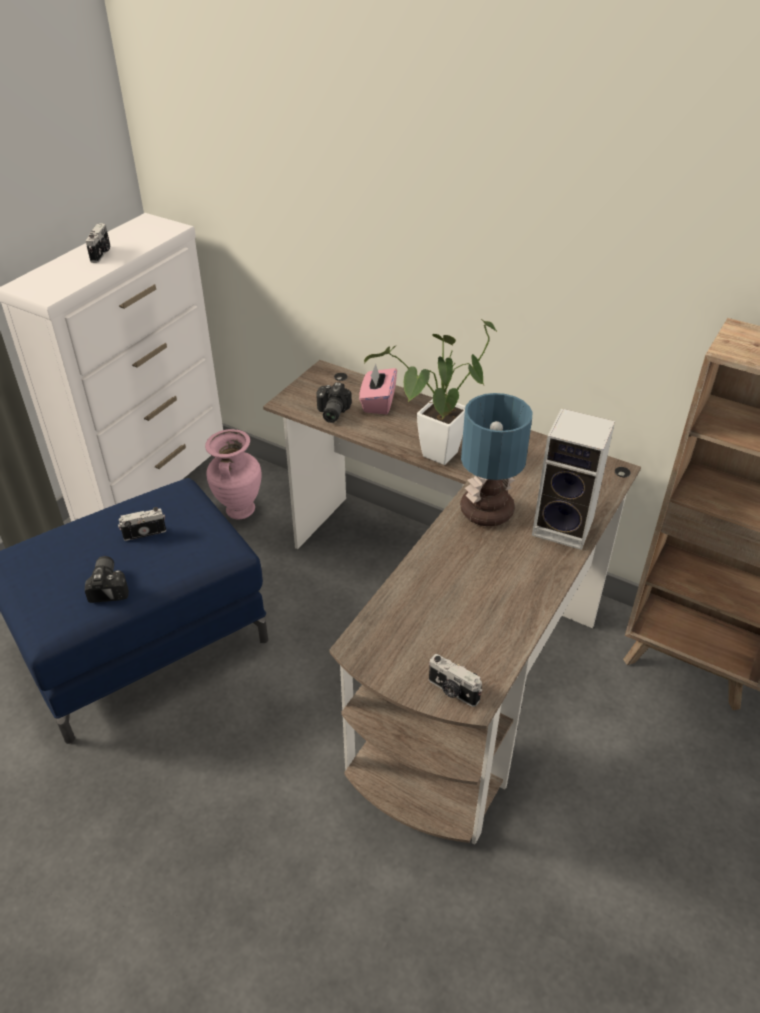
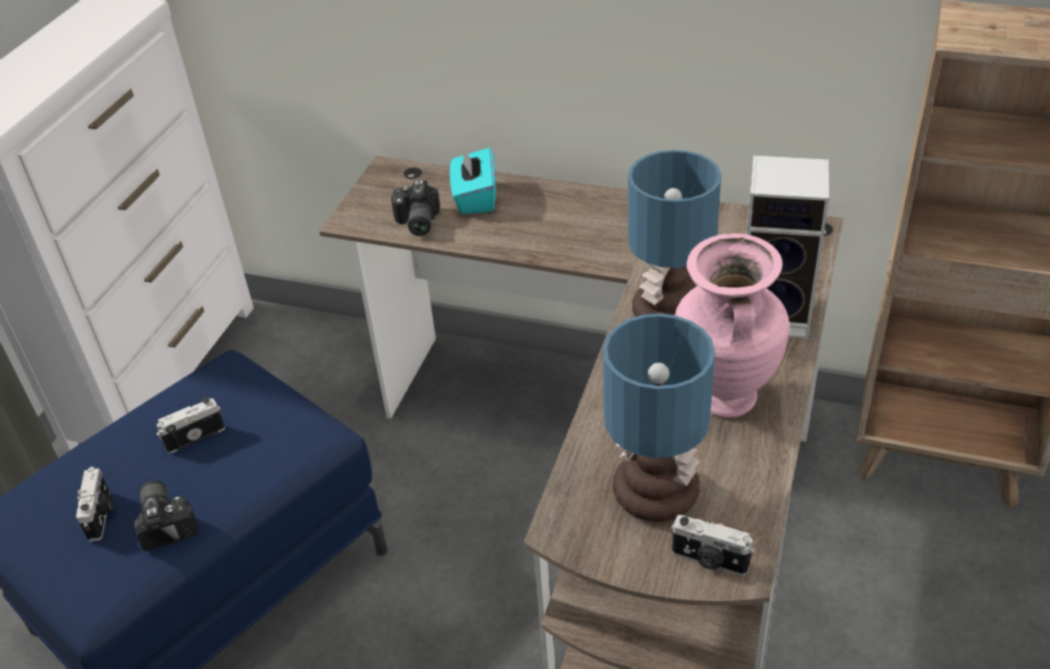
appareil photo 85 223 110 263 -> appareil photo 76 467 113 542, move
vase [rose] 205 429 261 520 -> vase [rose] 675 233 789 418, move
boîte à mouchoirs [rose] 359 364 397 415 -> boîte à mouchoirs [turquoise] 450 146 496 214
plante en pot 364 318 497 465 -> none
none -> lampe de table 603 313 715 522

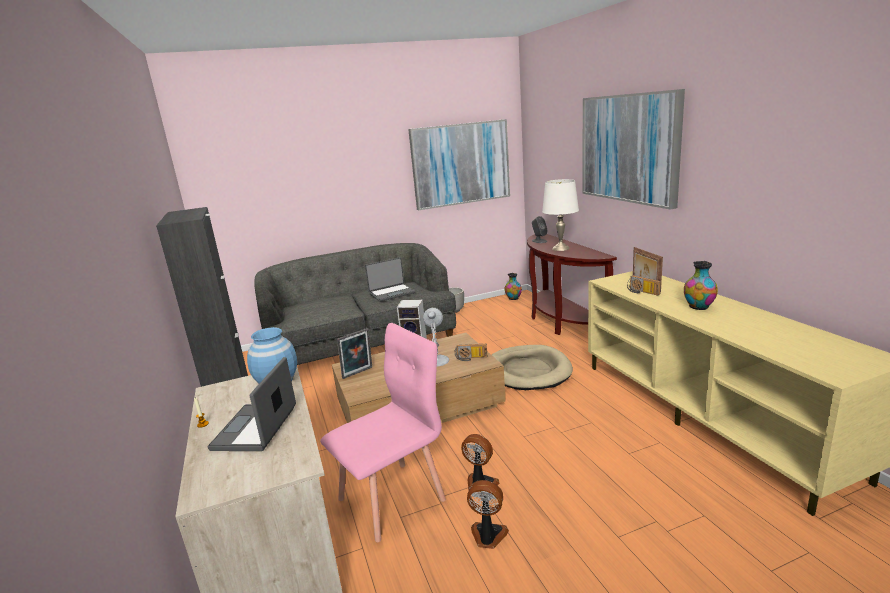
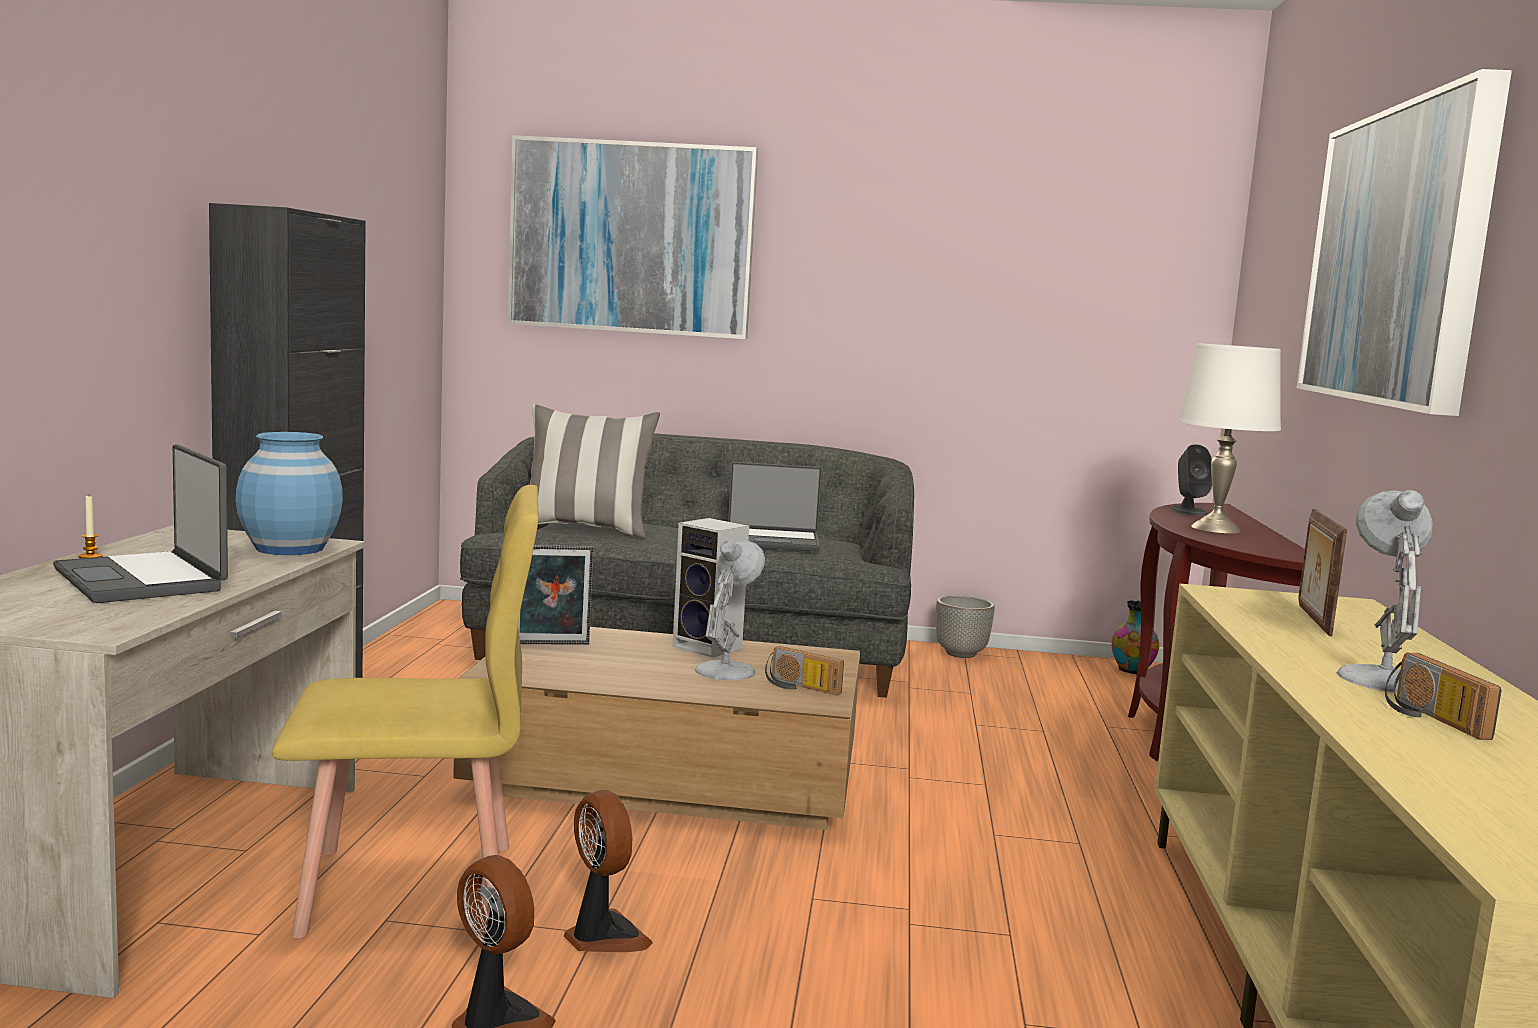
ordinateur portable 208 357 296 451 -> ordinateur portable 53 444 228 603, 75 degrees counterclockwise
chaise [rose] 320 323 446 542 -> chaise [jaune] 272 485 539 939
tableau 408 119 510 210 -> tableau 508 135 758 339, move
panier pour chien [beige] 492 345 573 390 -> none
radio 627 275 661 296 -> radio 1385 653 1502 740, move
vase 684 261 718 310 -> lampe de table [blanc] 1337 490 1433 693
none -> coussin 530 404 660 538

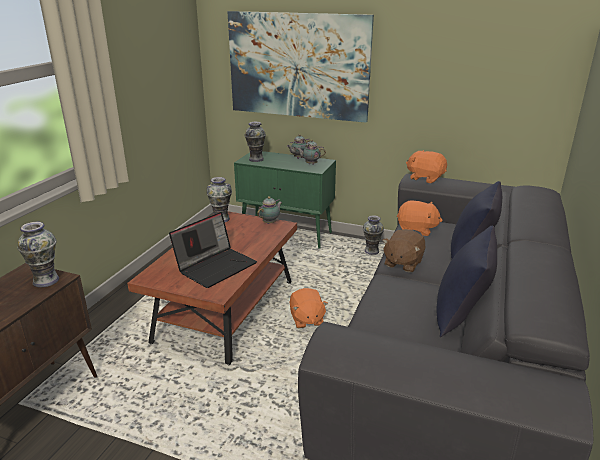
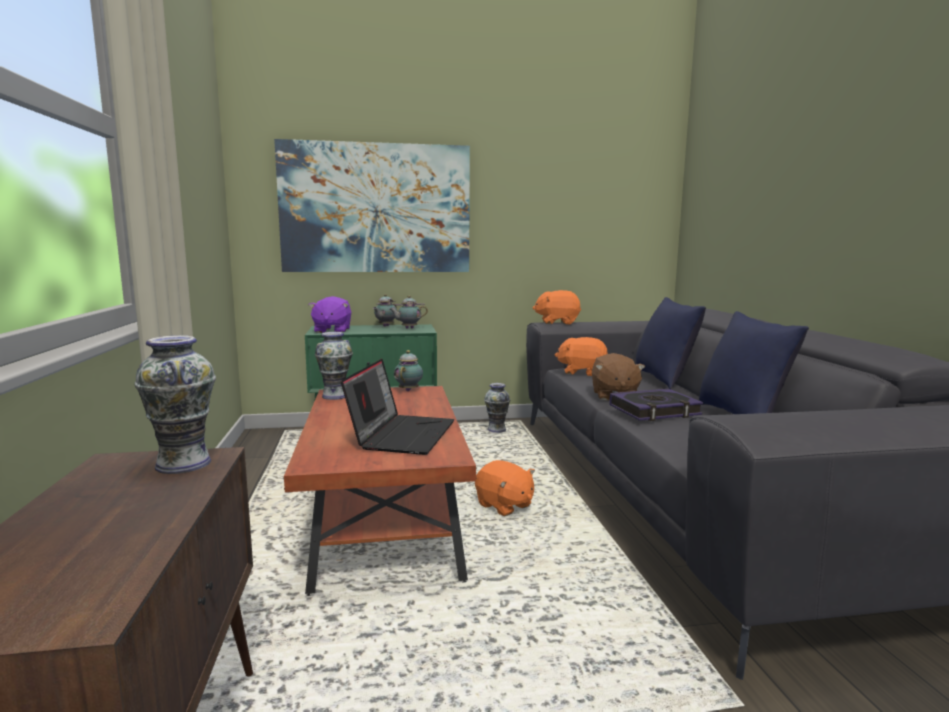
vase 244 122 266 162 -> peluche [violet] 309 296 351 333
peluche [orange] 397 201 443 236 -> peluche [orange] 555 337 608 376, 150 degrees counterclockwise
none -> livre 609 389 703 421

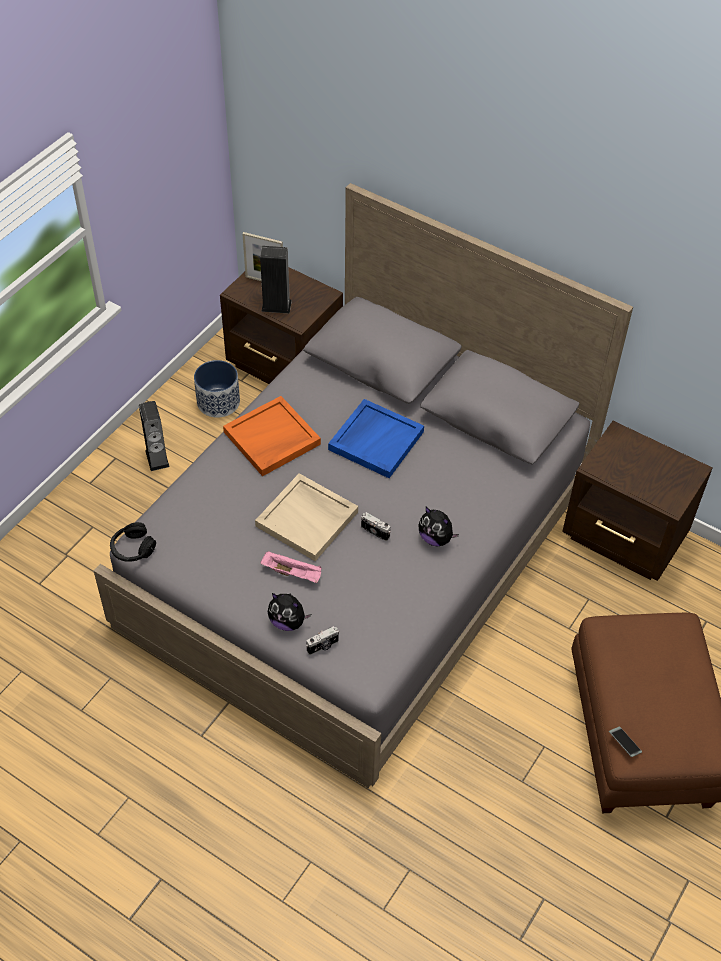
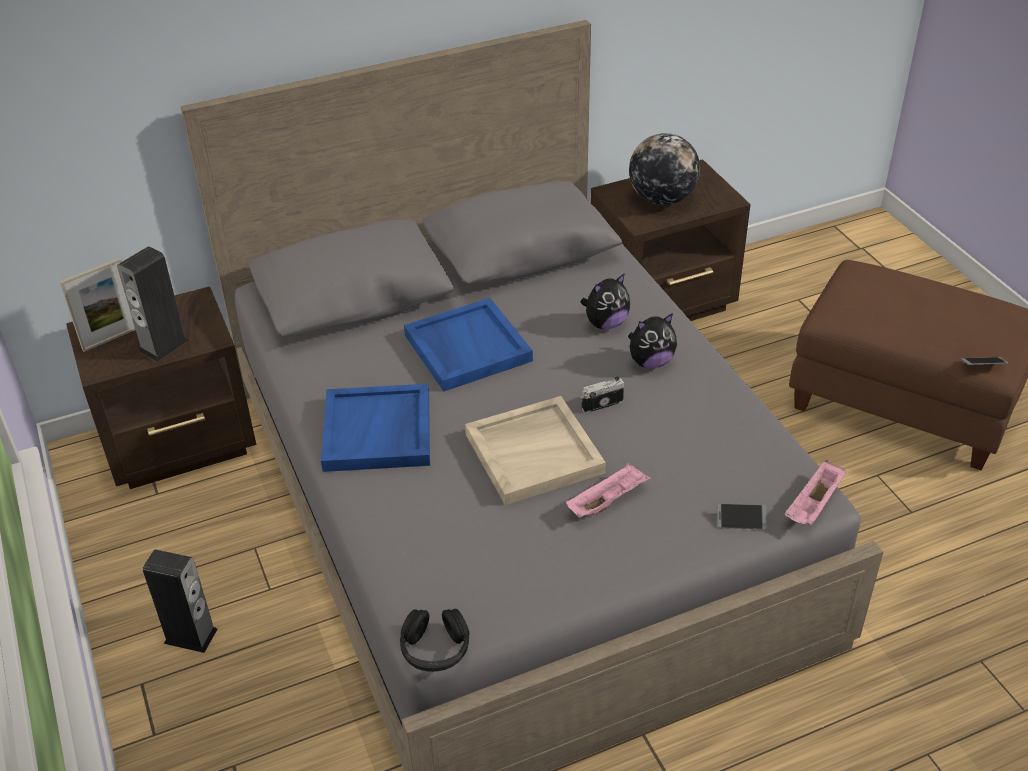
cache-pot 194 360 240 418 -> none
plateau [orange] 223 396 321 476 -> plateau [bleu] 321 384 430 472
peluche 268 593 311 631 -> peluche 580 273 630 329, move
appareil photo 306 626 339 655 -> téléphone 718 504 767 530
none -> globe 629 133 700 205
none -> plateau [rose] 785 460 846 525

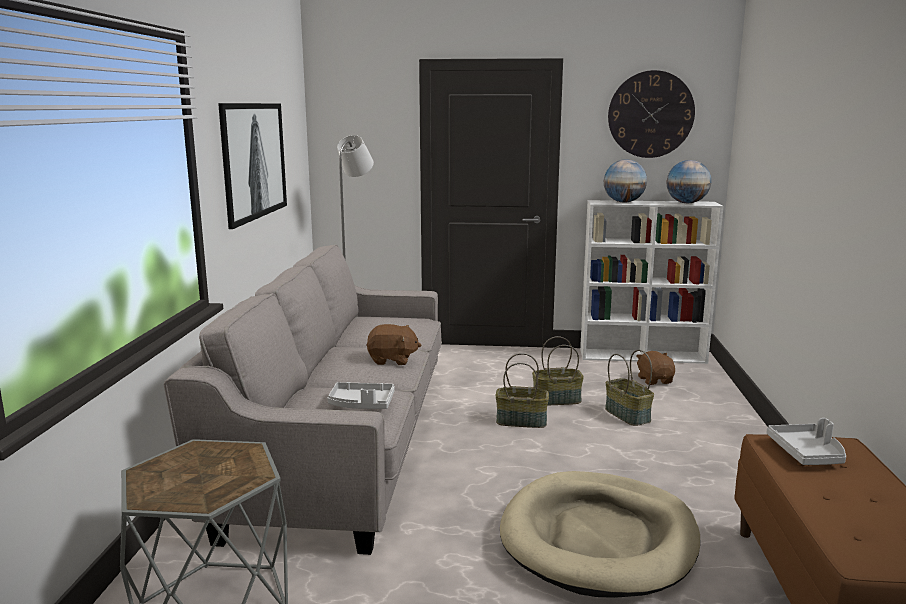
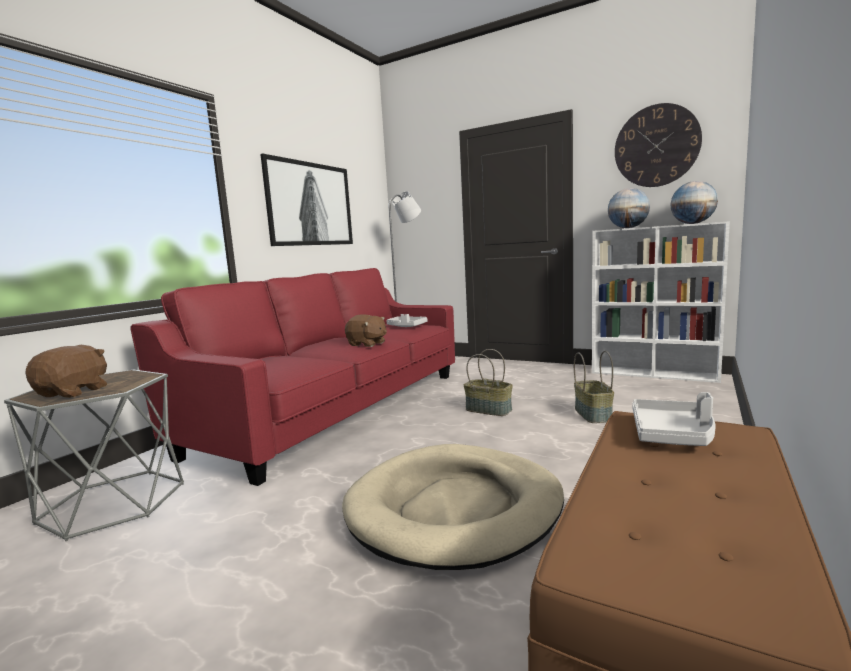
canapé [gris] 164 244 442 555 -> canapé [rouge] 130 268 455 486
plateau [gris] 328 382 395 409 -> plateau [gris] 387 314 428 327, move
panier 532 336 584 406 -> none
peluche [marron] 636 351 675 385 -> peluche [marron] 25 345 107 398, move

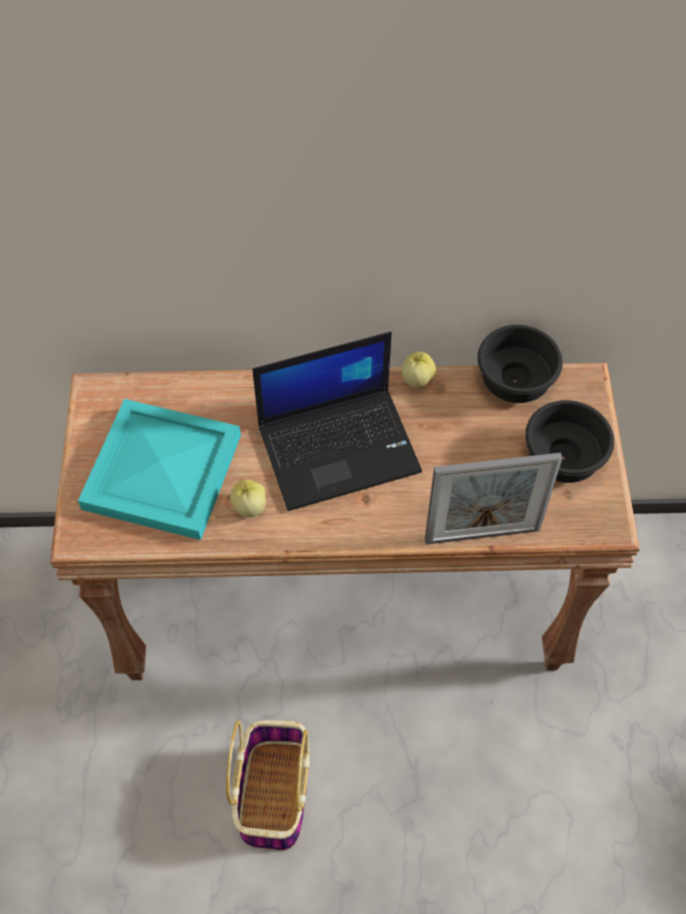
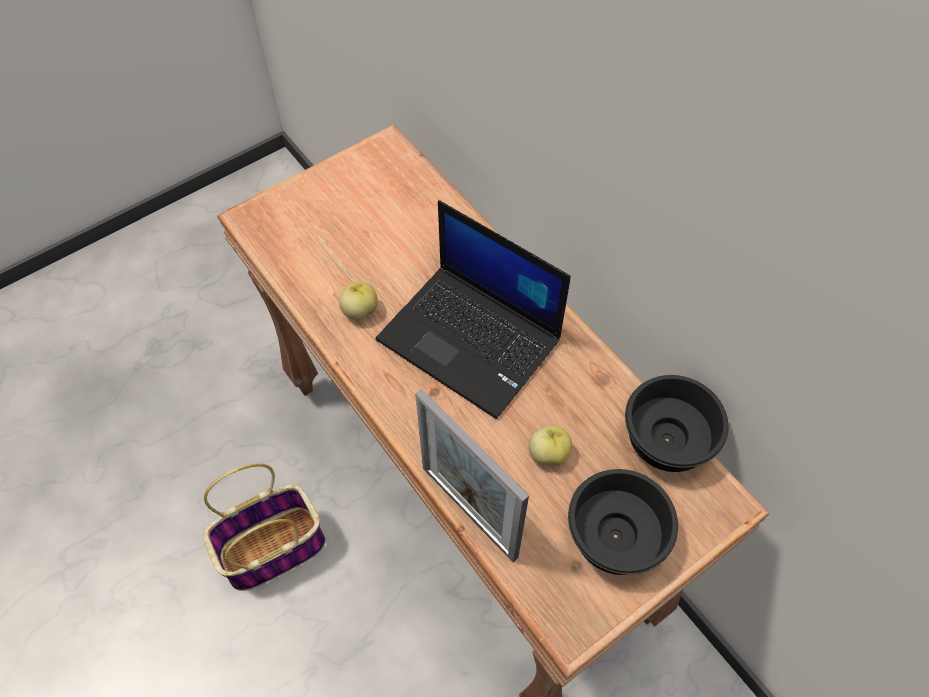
plateau [turquoise] 78 399 241 540 -> none
pomme 401 352 436 388 -> pomme 529 425 572 466, move

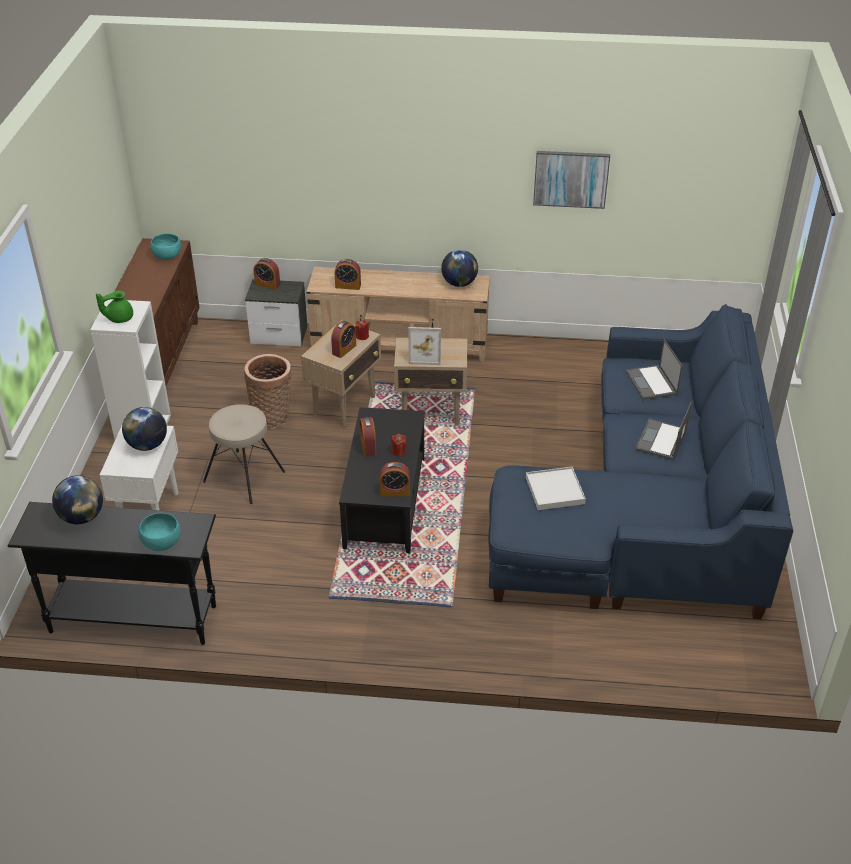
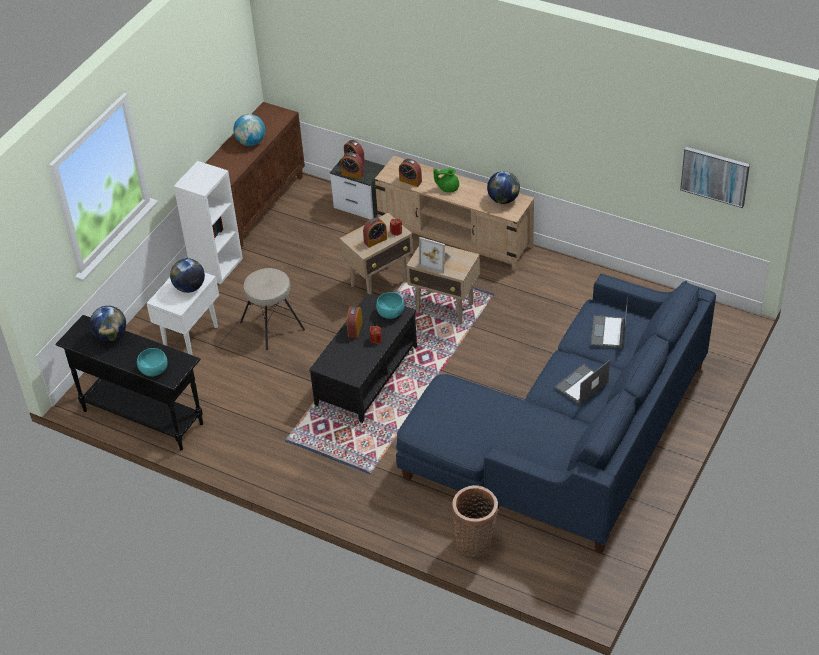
théière [vert] 96 290 133 323 -> théière [vert] 434 168 459 193, move
bol [turquoise] 151 233 181 260 -> bol [turquoise] 376 292 405 319, move
panier 244 354 291 430 -> panier 452 485 498 557, move
réveil 380 462 410 496 -> réveil 341 152 364 179, move
plateau [blanc] 526 467 586 510 -> none
tableau 533 151 610 209 -> tableau 680 147 750 208, move
none -> globe 233 114 265 146

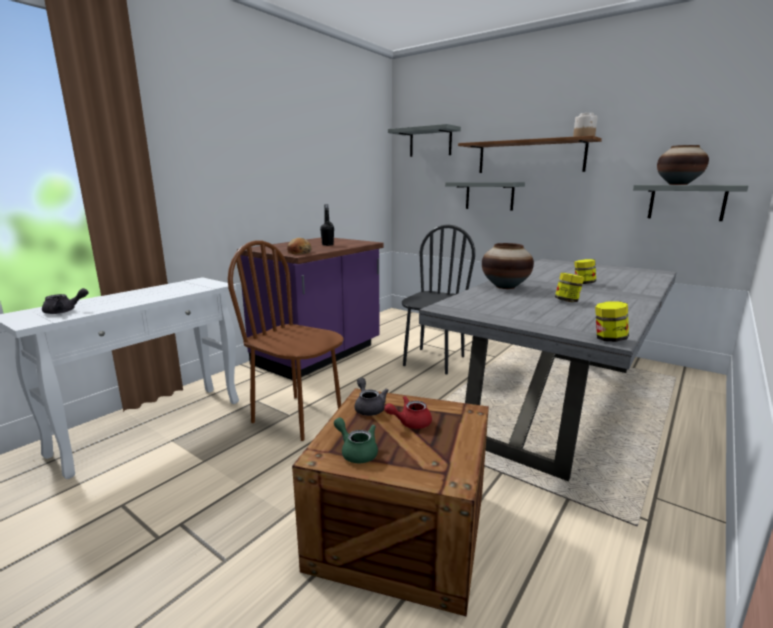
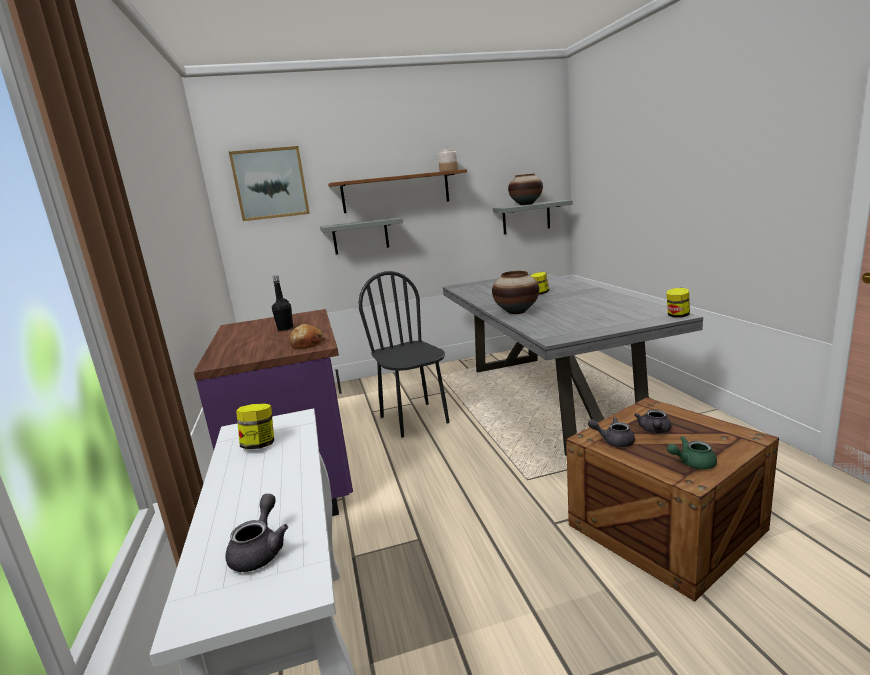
chaise [marron] 228 240 344 441 -> none
théière [rouge] 384 396 432 429 -> théière [gris] 634 409 672 433
étagère [gris] 388 124 461 157 -> tableau 229 146 310 221
bocal 555 273 584 302 -> bocal 236 403 274 449, move

